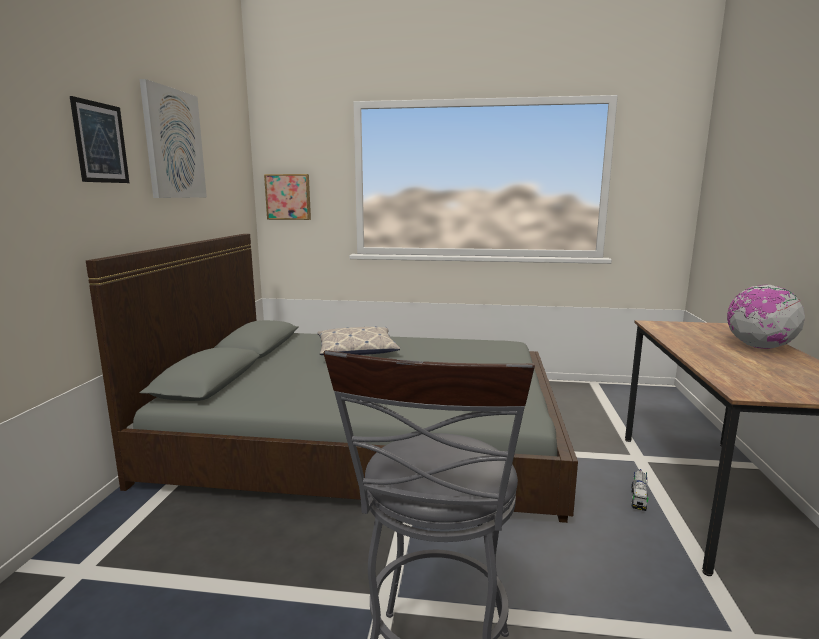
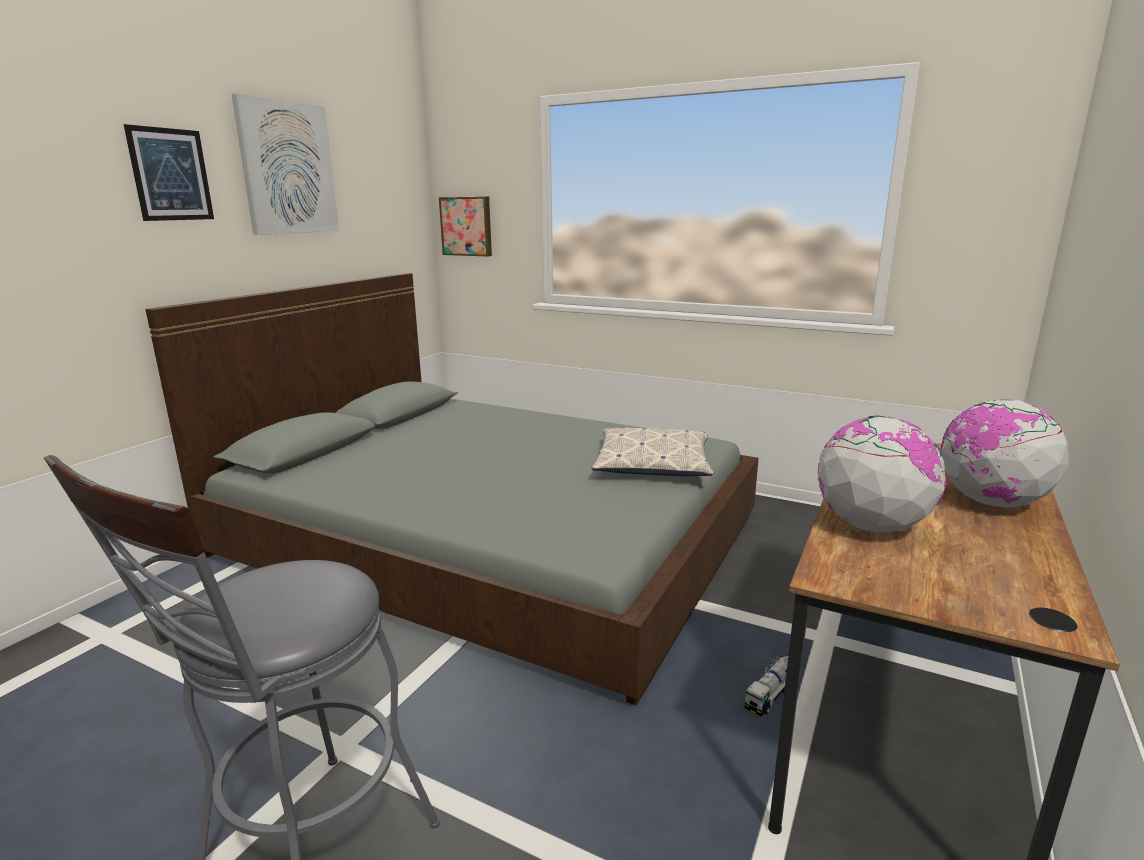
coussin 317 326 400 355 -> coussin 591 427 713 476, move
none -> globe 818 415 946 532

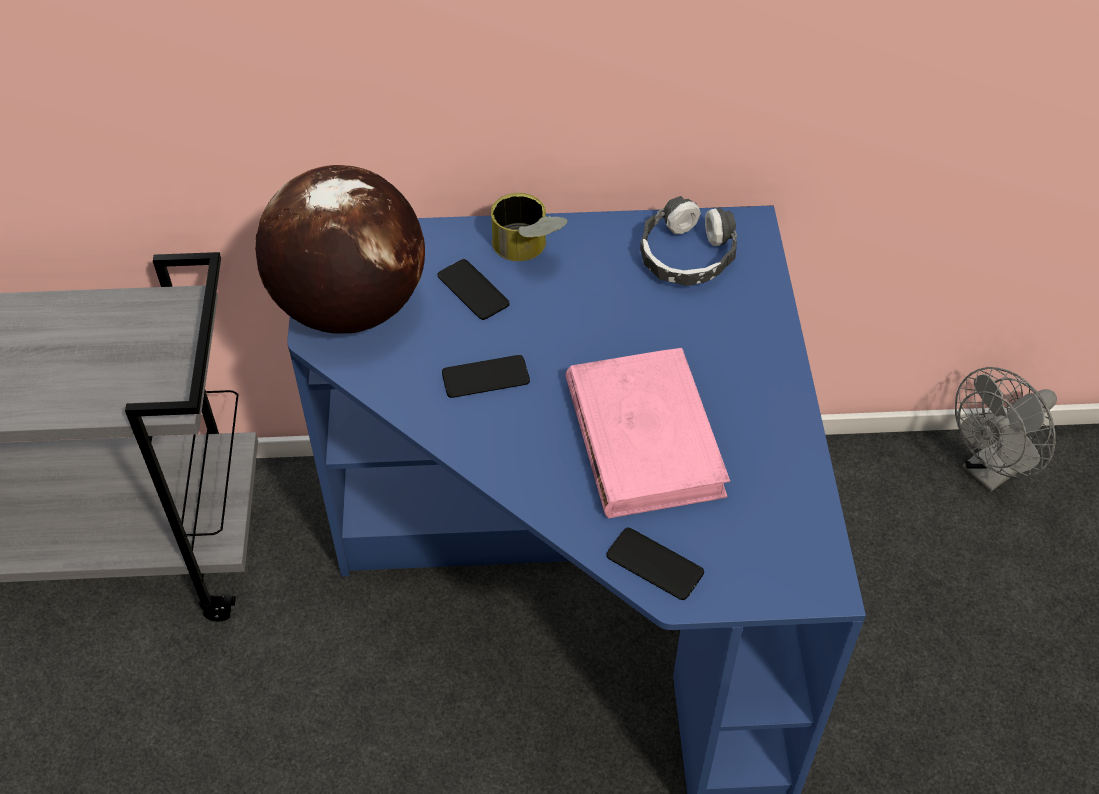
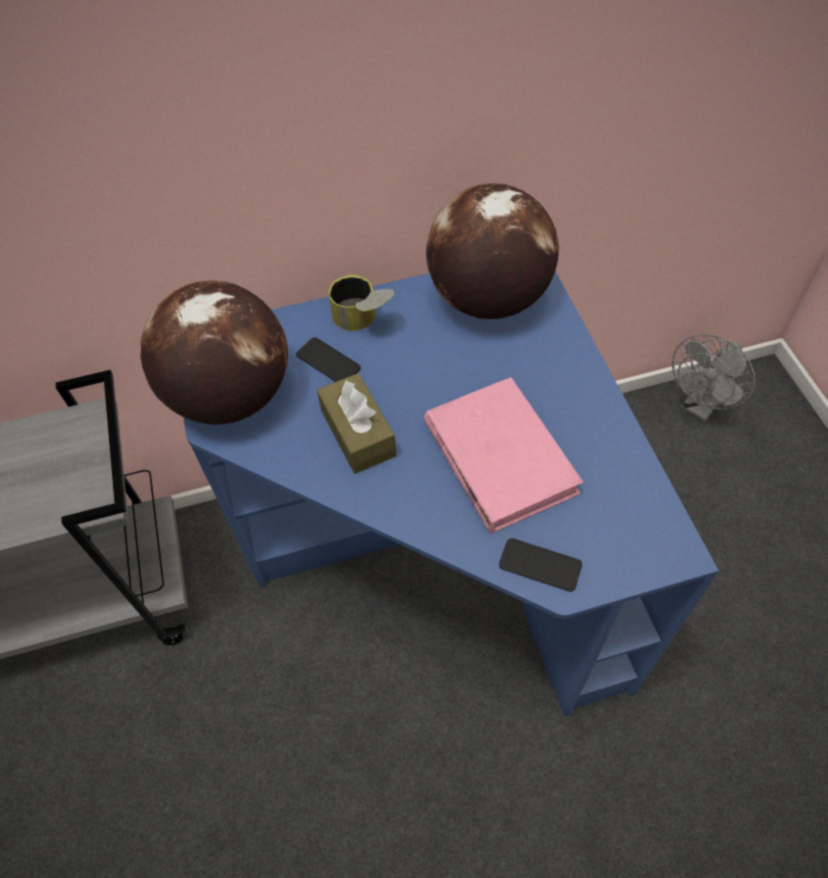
téléphone 442 355 530 398 -> boîte à mouchoirs [marron] 317 373 396 474
casque audio 640 196 737 286 -> globe 426 183 559 319

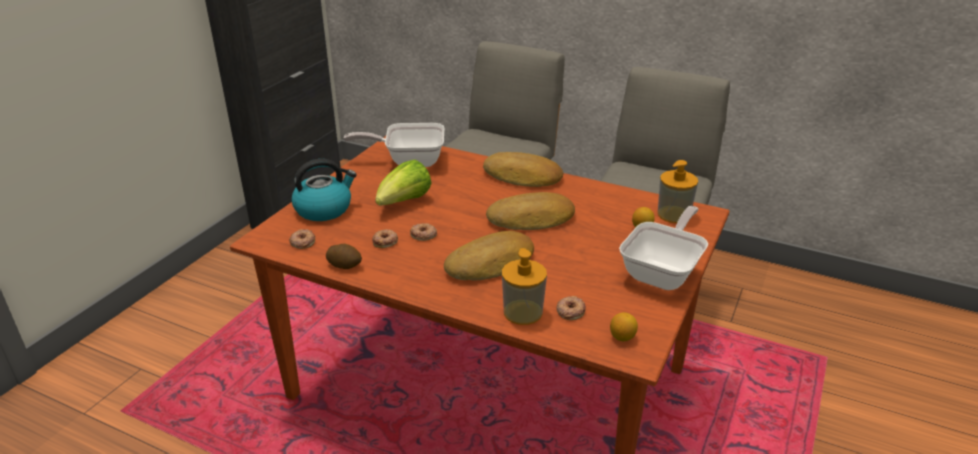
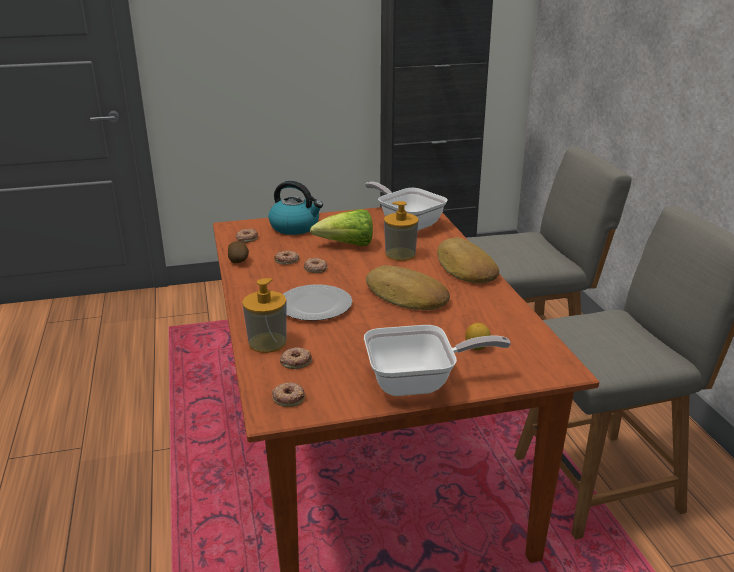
pain 444 231 534 280 -> assiette 283 284 352 321
citron 610 312 638 341 -> beignet 272 383 305 407
distributeur de savon 658 160 698 223 -> distributeur de savon 384 201 419 261, move

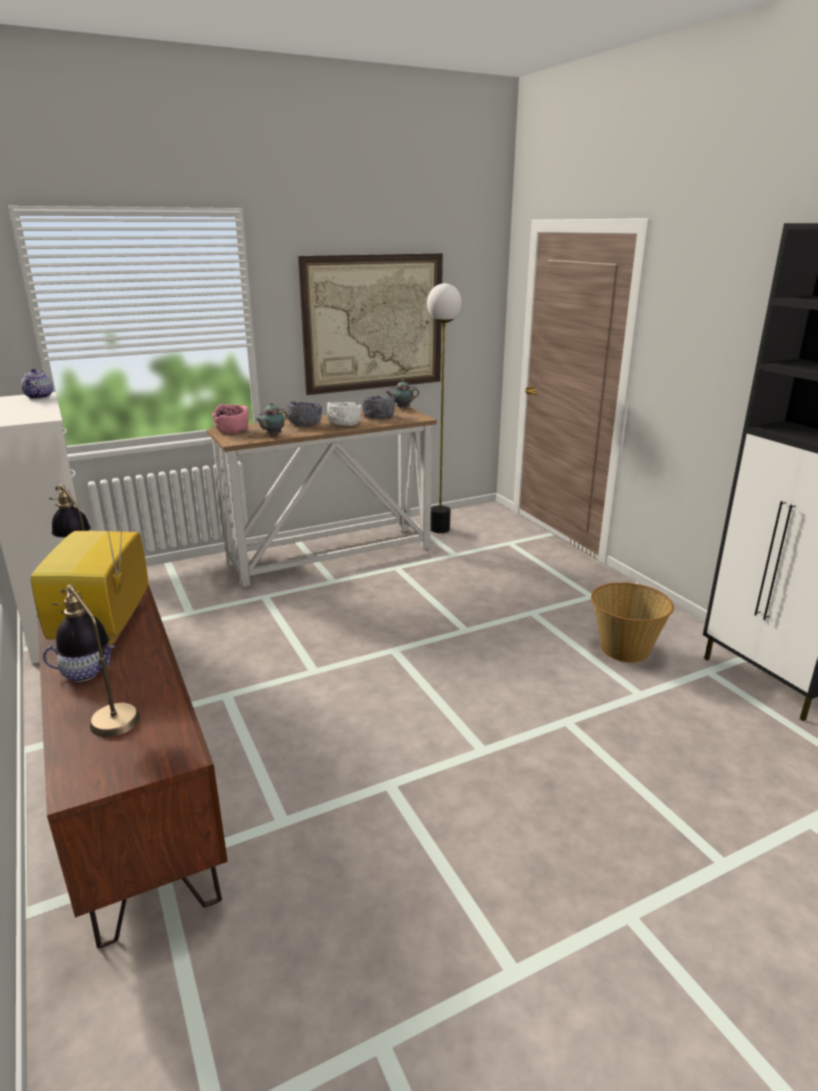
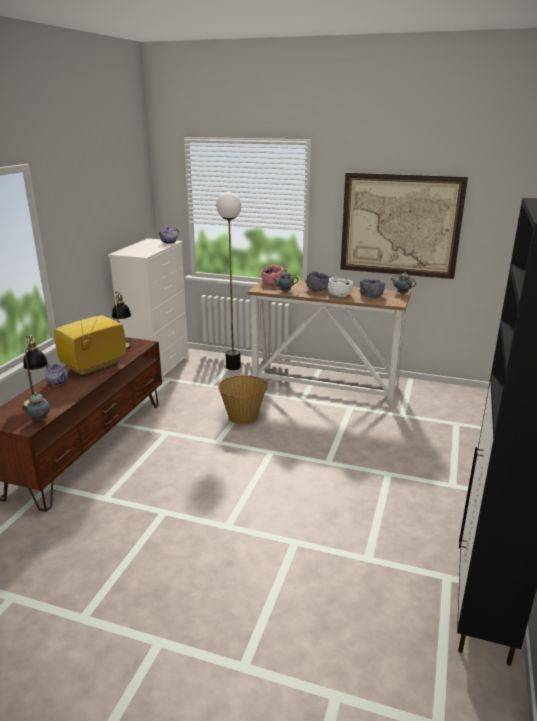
lampadaire 427 283 462 533 -> lampadaire 216 192 241 370, move
panier 591 582 674 663 -> panier 218 375 268 424, move
none -> théière 26 392 50 421

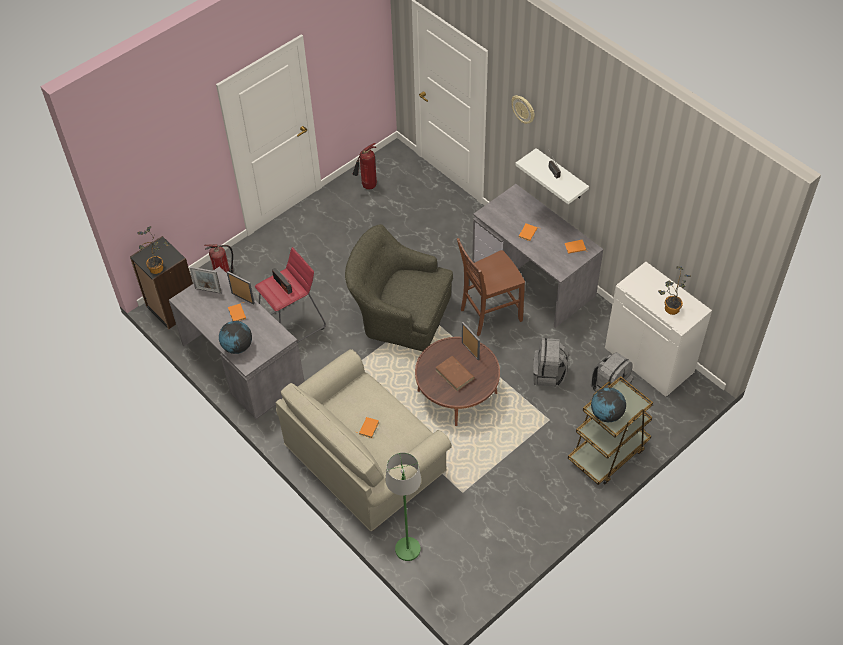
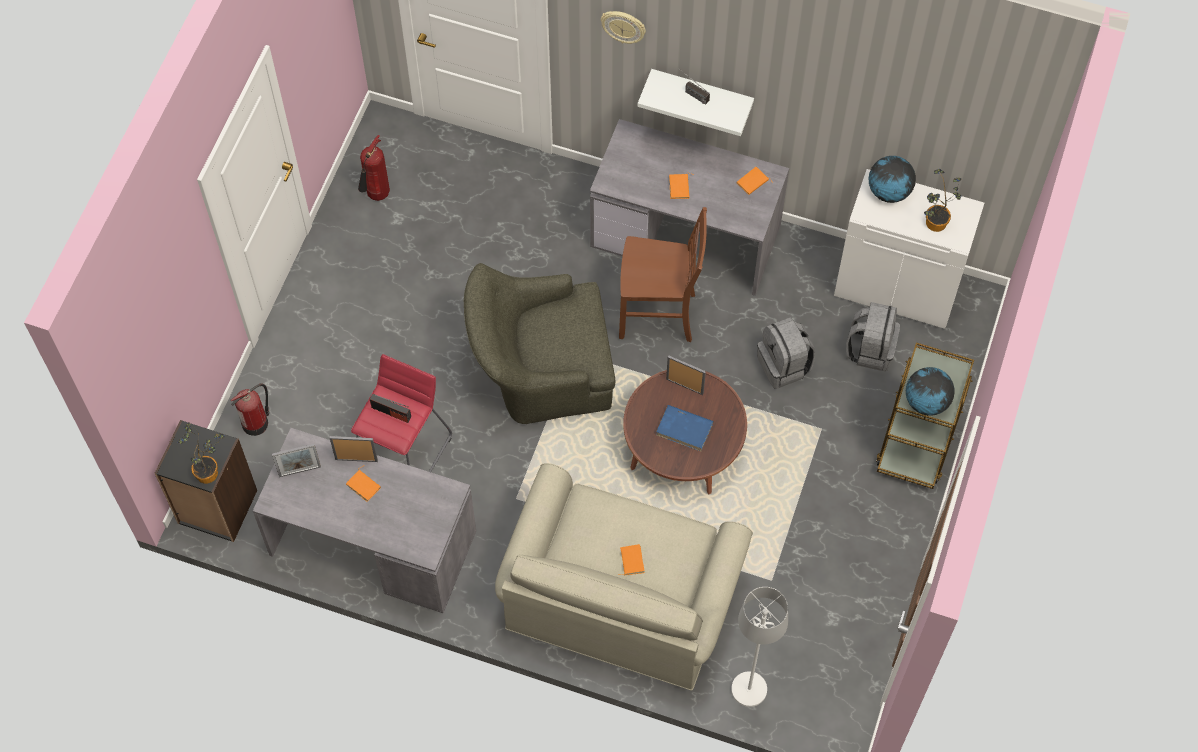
globe 219 321 252 354 -> globe 869 156 916 203, move
lampadaire [vert] 386 452 421 561 -> lampadaire [blanc] 731 587 788 707
livre [marron] 435 356 475 391 -> livre [bleu] 656 405 713 451
chaise [marron] 457 238 525 336 -> chaise [marron] 619 207 707 342, 120 degrees counterclockwise

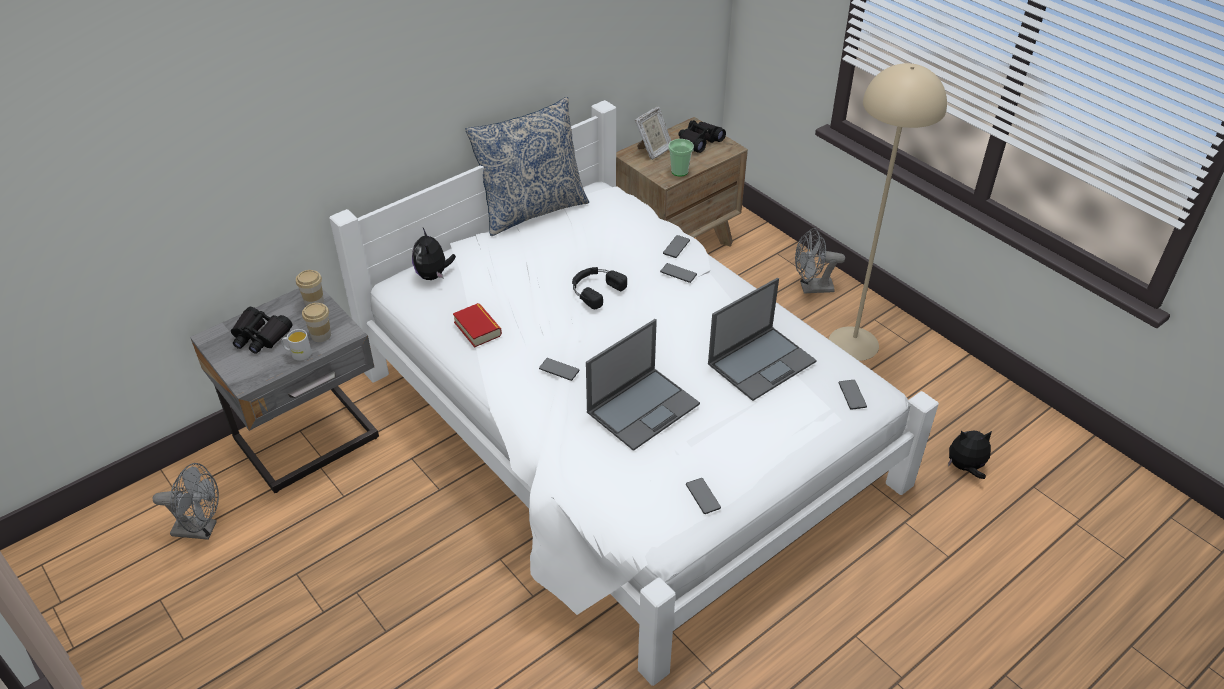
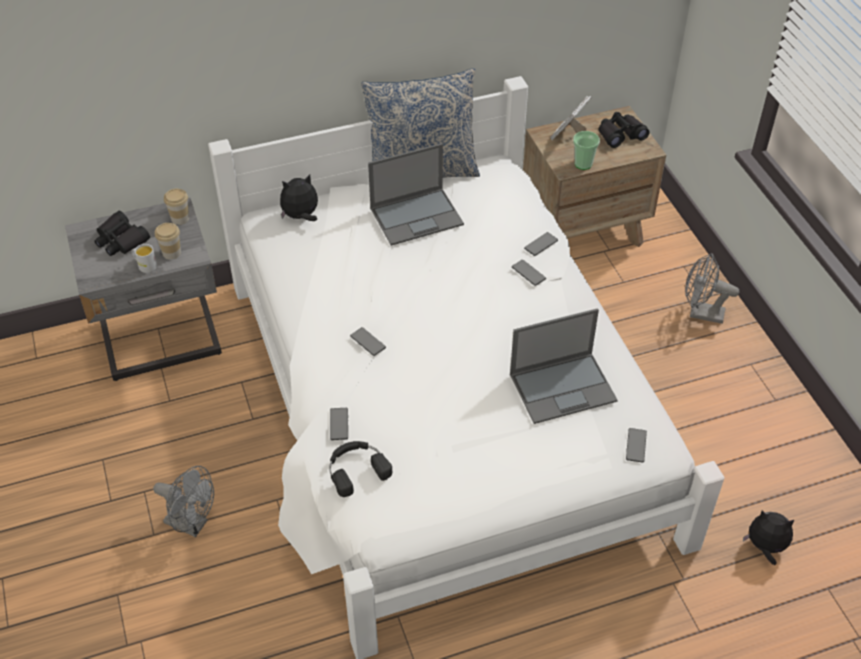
ventilateur [gris] 153 463 219 540 -> ventilateur [gris] 153 466 214 537, move
peluche 412 228 456 280 -> peluche 280 174 318 221, 60 degrees clockwise
livre 453 303 502 348 -> none
casque audio [noir] 572 267 627 309 -> casque audio [noir] 329 441 392 497, move
ordinateur portable 586 319 700 451 -> ordinateur portable 368 143 464 246, move
cadre photo 635 107 671 160 -> cadre photo 550 96 591 140, 150 degrees clockwise
téléphone 686 478 721 514 -> téléphone 330 408 348 440, move
lampadaire [beige] 829 63 947 361 -> none

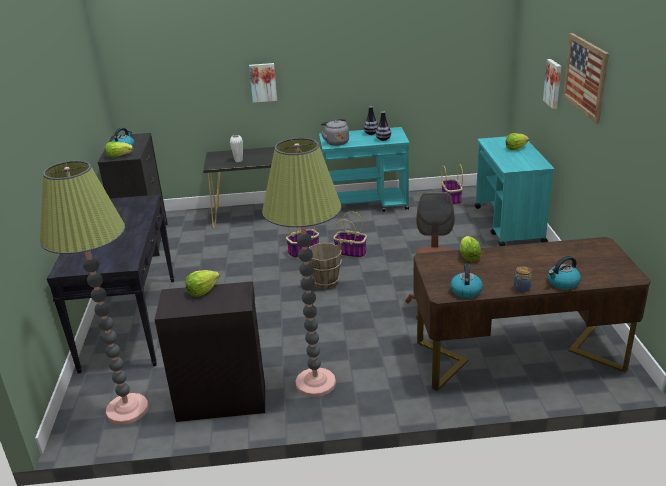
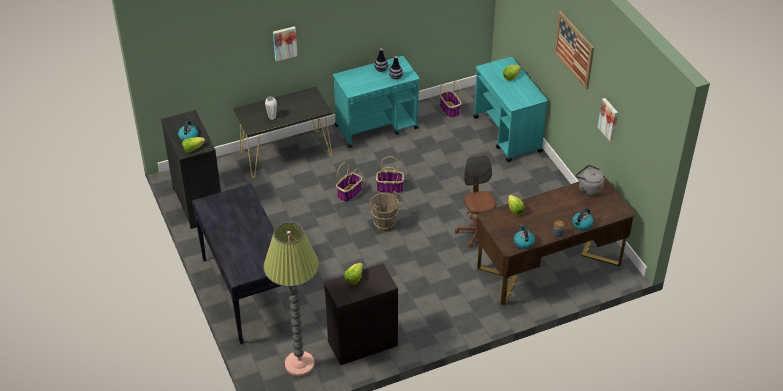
lampadaire 262 138 341 397 -> none
bouilloire [gris] 321 119 349 146 -> bouilloire [gris] 576 165 604 196, move
tableau 543 59 561 109 -> tableau 598 98 618 142, move

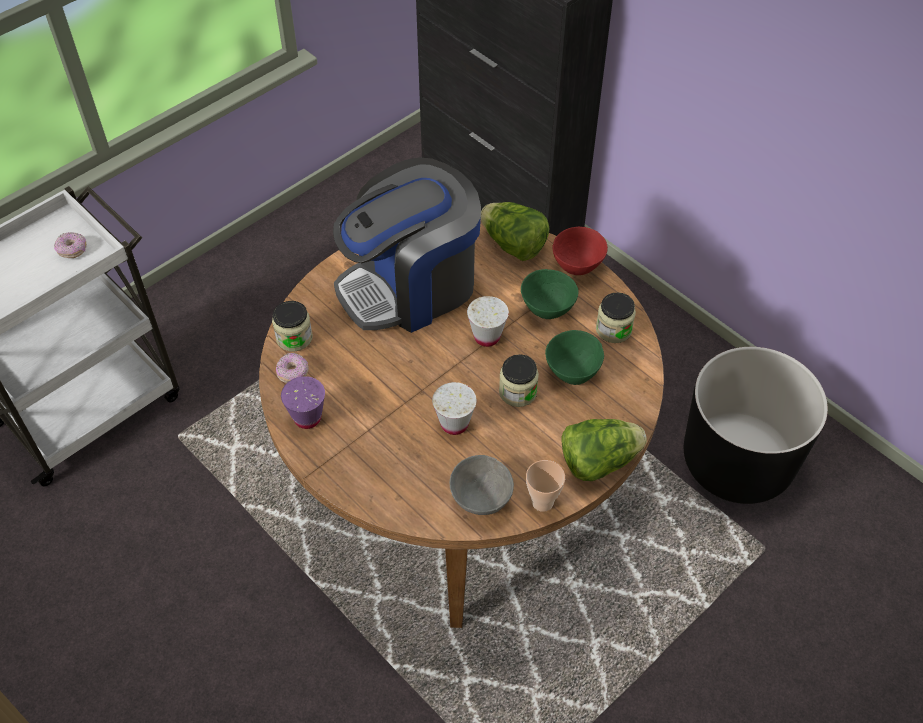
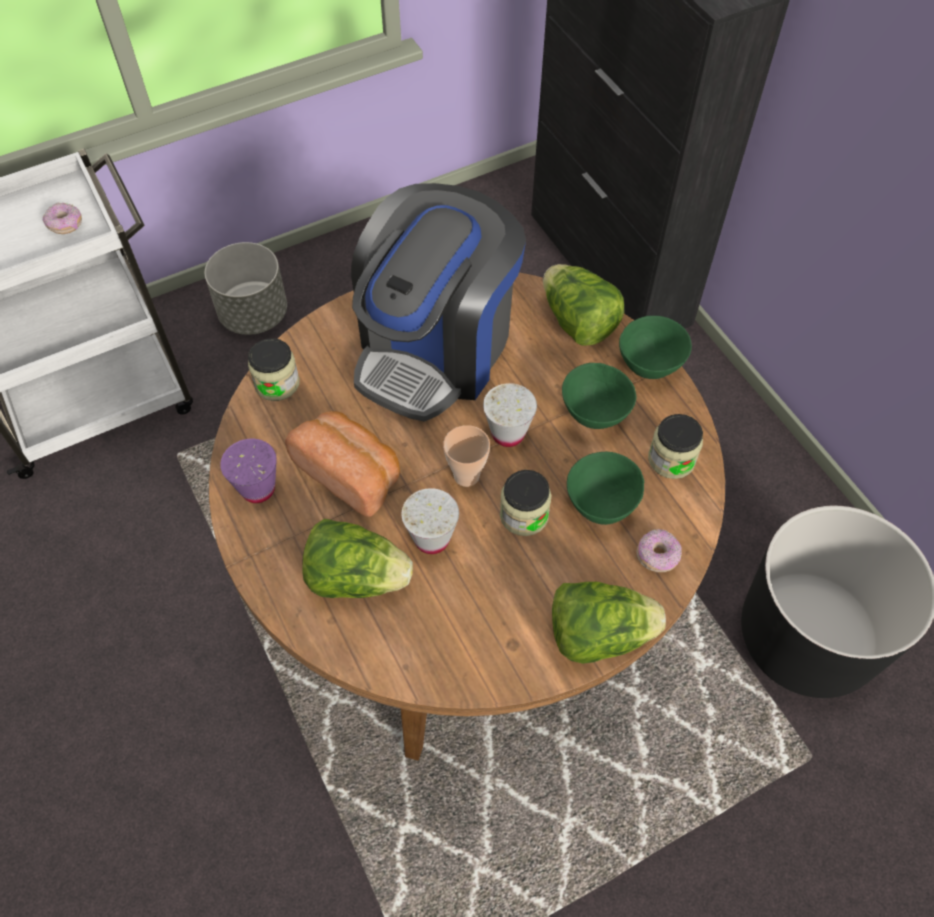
beignet 276 353 309 383 -> beignet 637 529 682 572, move
machine à café 333 157 481 333 -> machine à café 351 183 526 422, 45 degrees counterclockwise
bol [gris] 450 455 514 515 -> none
tasse 526 460 565 512 -> tasse 443 425 490 487, move
bol [rouge] 553 227 608 275 -> bol [vert] 619 316 692 379
none -> cache-pot [gris] 205 242 287 335
none -> pain 285 411 400 517
none -> laitue 302 519 413 598

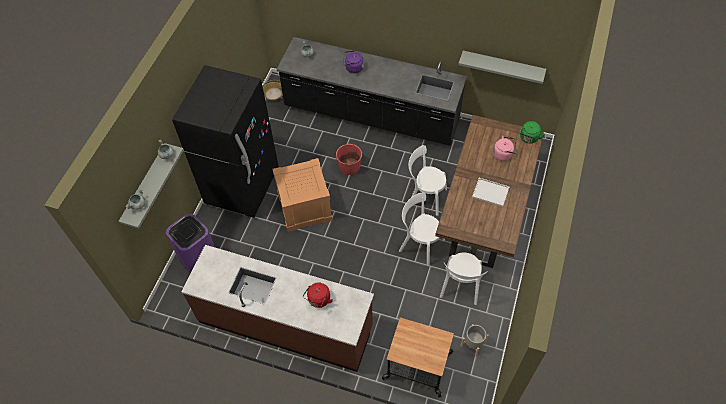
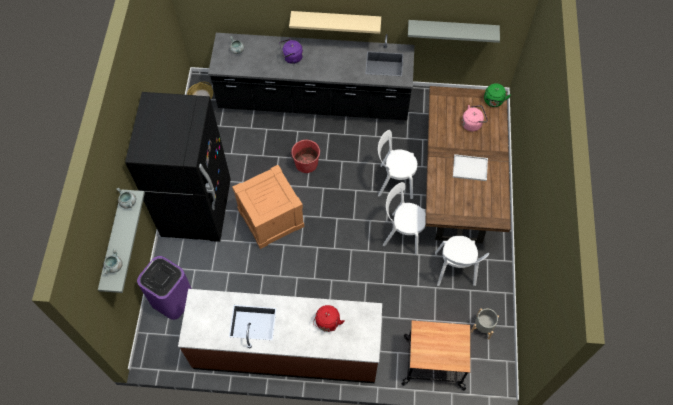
none -> étagère [beige] 289 11 381 34

